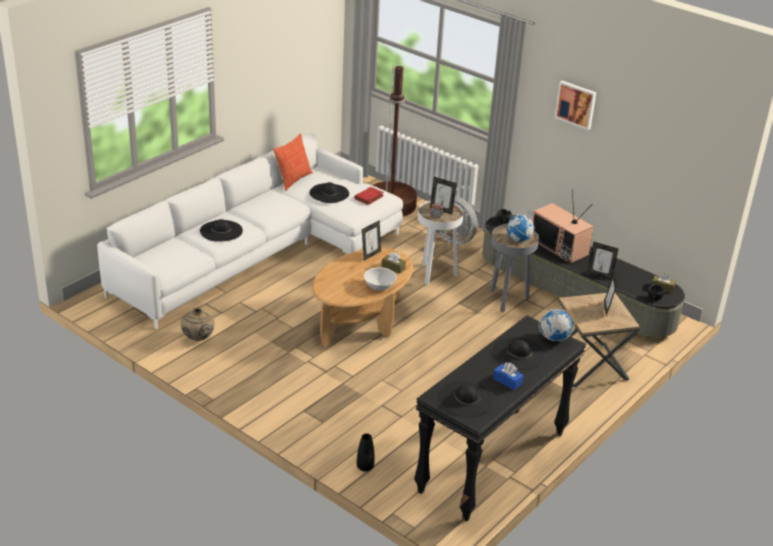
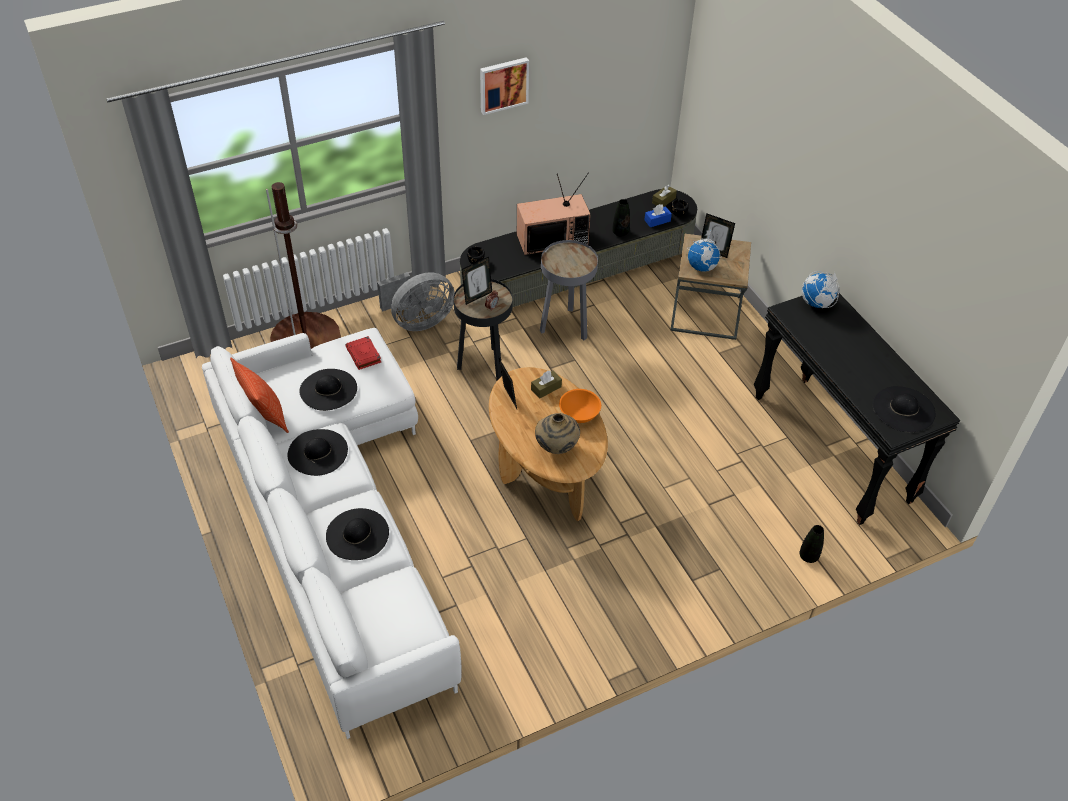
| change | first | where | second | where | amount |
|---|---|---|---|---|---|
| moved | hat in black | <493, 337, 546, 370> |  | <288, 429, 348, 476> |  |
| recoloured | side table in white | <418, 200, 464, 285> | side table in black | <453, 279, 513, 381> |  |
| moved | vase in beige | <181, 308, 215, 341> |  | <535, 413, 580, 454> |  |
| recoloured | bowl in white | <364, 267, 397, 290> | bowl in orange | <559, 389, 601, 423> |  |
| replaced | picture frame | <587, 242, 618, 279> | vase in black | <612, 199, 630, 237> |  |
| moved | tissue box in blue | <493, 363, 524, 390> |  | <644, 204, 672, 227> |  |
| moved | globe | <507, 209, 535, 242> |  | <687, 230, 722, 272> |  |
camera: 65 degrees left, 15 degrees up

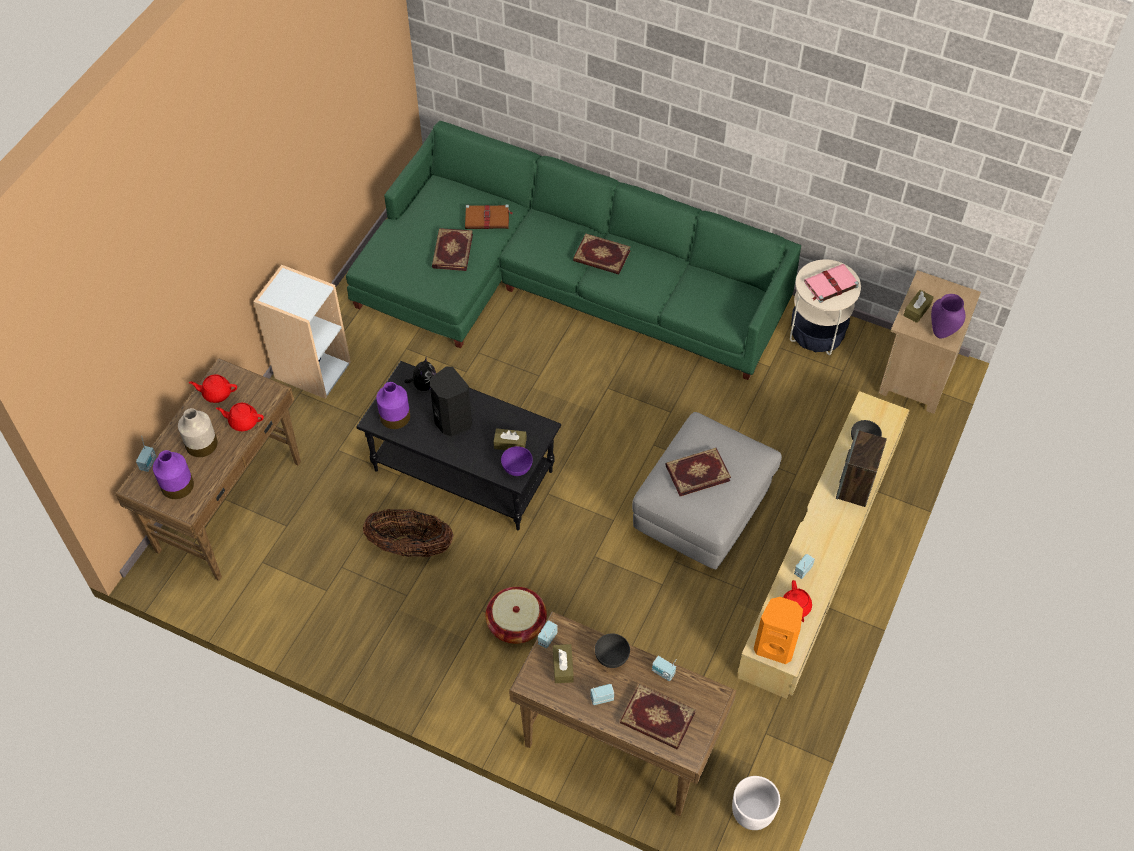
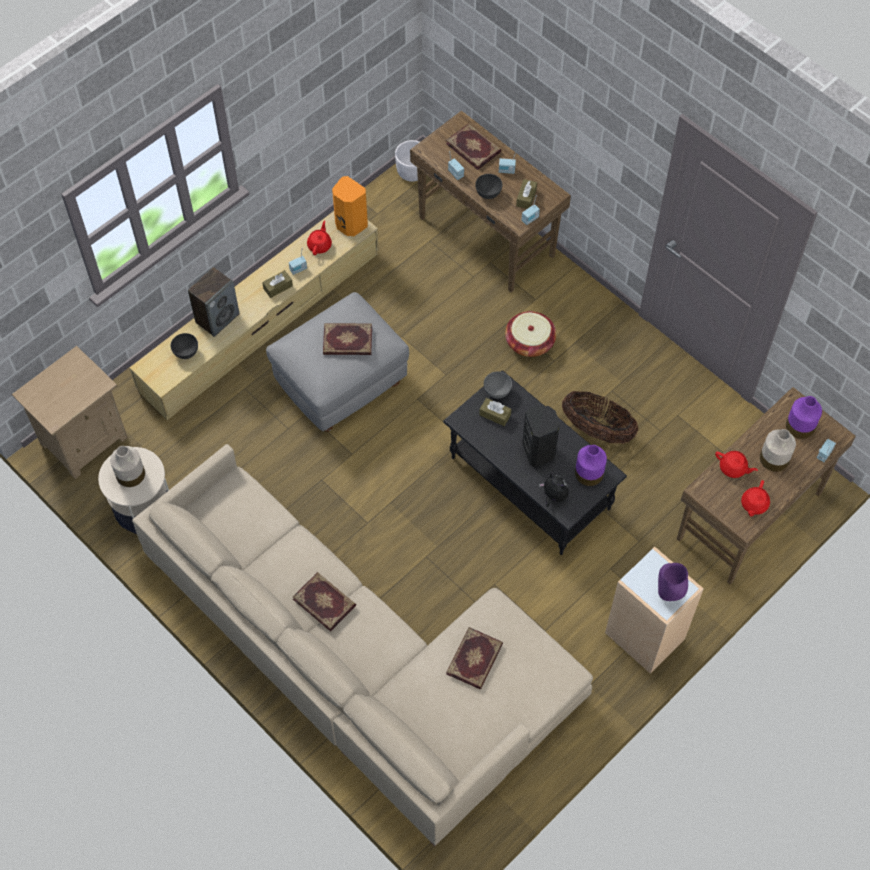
| change | first | where | second | where | amount |
|---|---|---|---|---|---|
| replaced | book in pink | <804, 264, 859, 303> | vase in beige | <110, 446, 145, 487> |  |
| recoloured | sofa in green | <346, 121, 801, 380> | sofa in beige | <132, 444, 593, 847> |  |
| moved | tissue box in brown | <903, 290, 934, 323> |  | <262, 270, 293, 298> |  |
| recoloured | bowl in purple | <501, 446, 533, 476> | bowl in grey | <484, 372, 512, 399> |  |
| turned | plush toy | <405, 356, 436, 391> |  | <539, 472, 569, 507> | 105 degrees clockwise |
| moved | vase in purple | <931, 294, 966, 339> |  | <658, 563, 688, 601> |  |
| turned | teapot in red | <189, 374, 237, 403> |  | <741, 480, 770, 517> | 90 degrees clockwise |
| removed | book in brown | <465, 205, 513, 229> |  |  |  |
camera: 160 degrees left, 5 degrees up

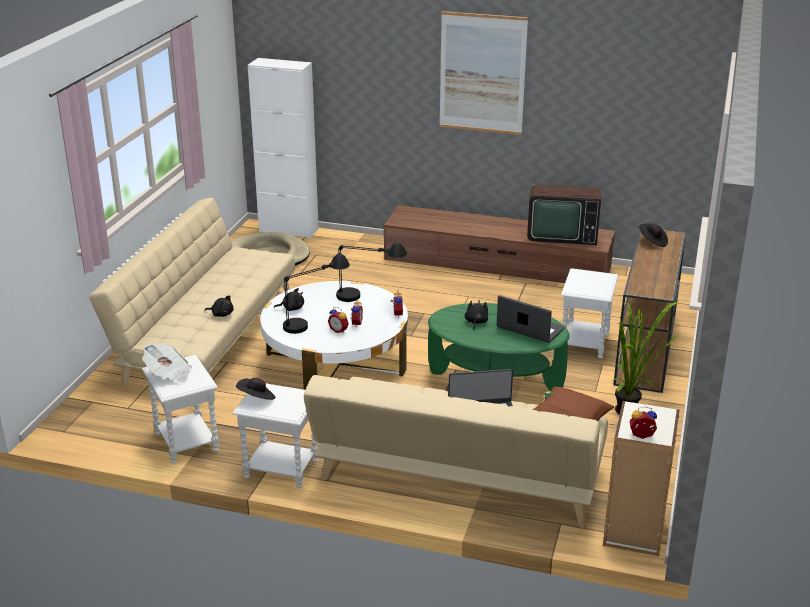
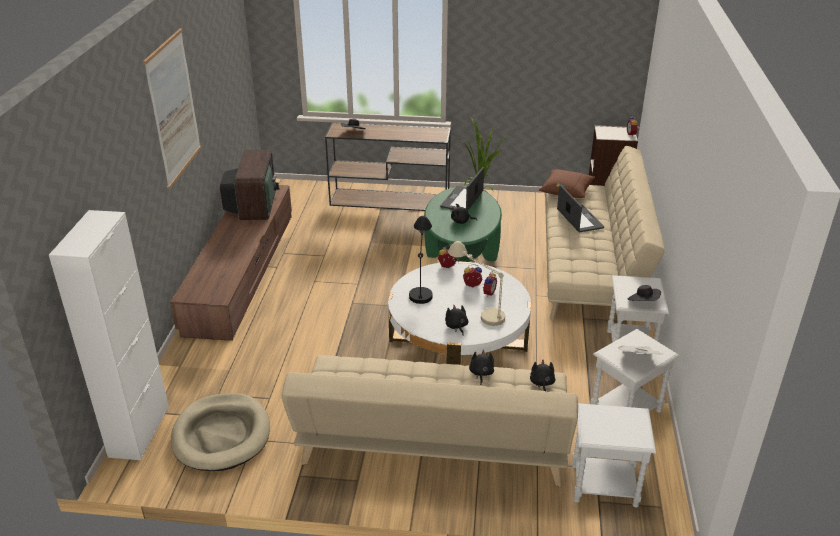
| change | first | where | second | where | amount |
|---|---|---|---|---|---|
| recoloured | table lamp in black | <283, 253, 350, 334> | table lamp in beige | <448, 241, 505, 326> |  |
| added |  |  | plush toy in black | <530, 360, 555, 391> |  |
| moved | side table in white | <561, 268, 619, 358> |  | <572, 403, 656, 507> |  |
camera: 100 degrees left, 5 degrees up

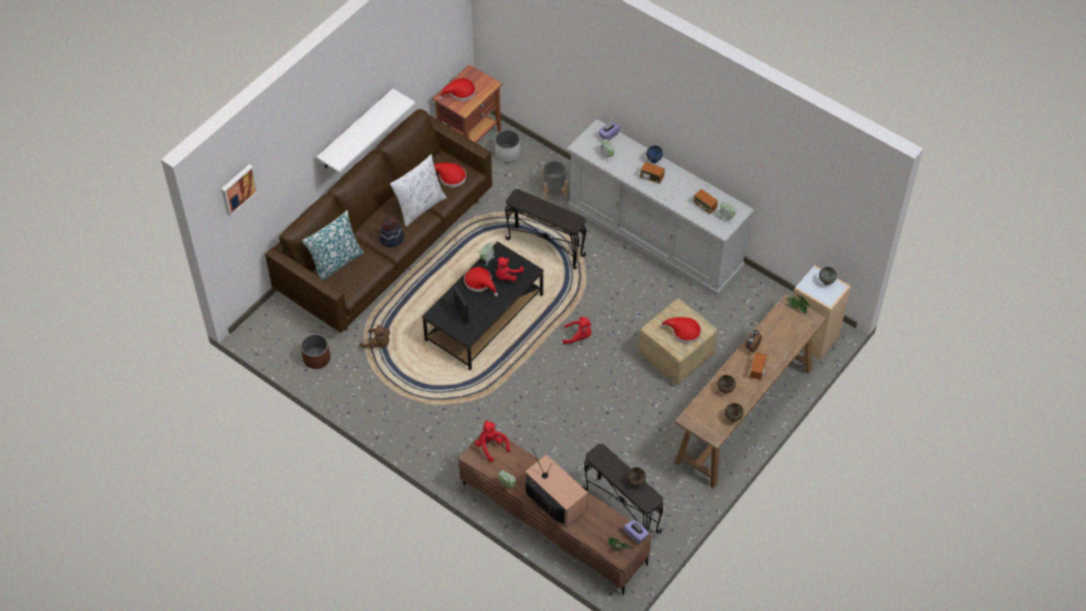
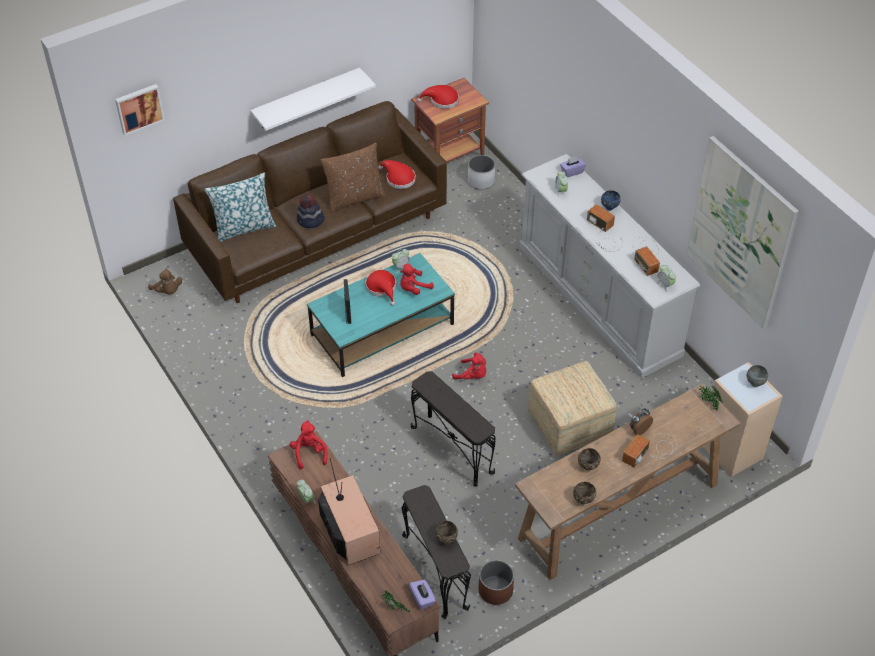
| change | first | where | second | where | amount |
|---|---|---|---|---|---|
| moved | plush toy in brown | <360, 325, 390, 348> |  | <148, 269, 182, 294> |  |
| recoloured | coffee table in black | <422, 241, 544, 370> | coffee table in turquoise | <307, 253, 455, 377> |  |
| recoloured | pillow in white | <390, 154, 447, 227> | pillow in brown | <320, 143, 386, 213> |  |
| moved | side table in black | <505, 189, 586, 269> |  | <411, 372, 496, 487> |  |
| moved | planter in brown | <301, 334, 330, 369> |  | <478, 560, 514, 605> |  |
| added |  |  | picture | <686, 136, 799, 329> |  |
| removed | planter in grey | <542, 161, 567, 200> |  |  |  |
| removed | hat in red | <660, 317, 701, 344> |  |  |  |
camera: 20 degrees right, 5 degrees down

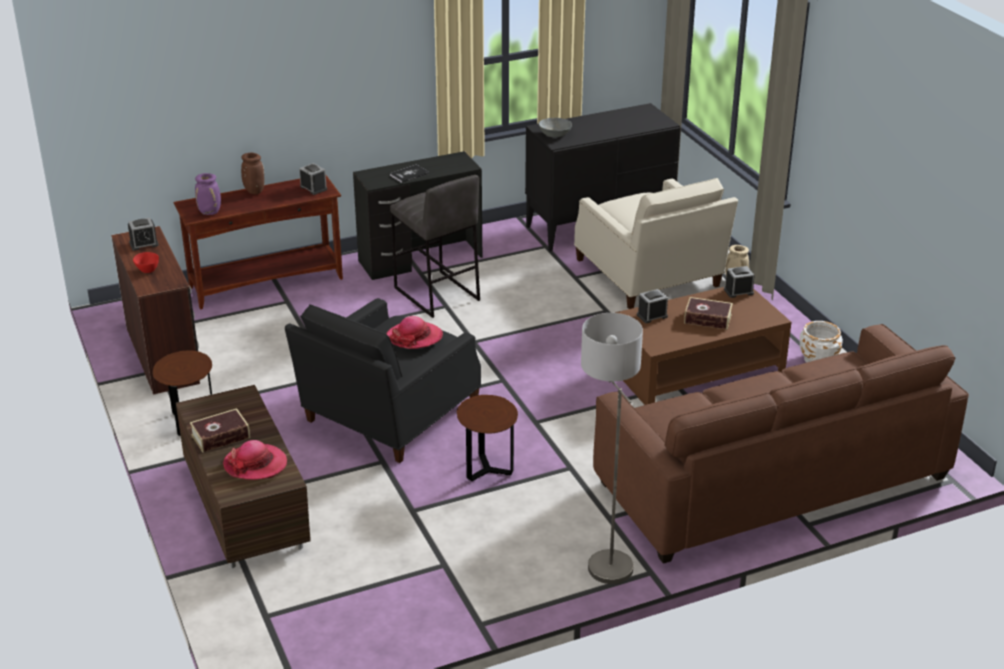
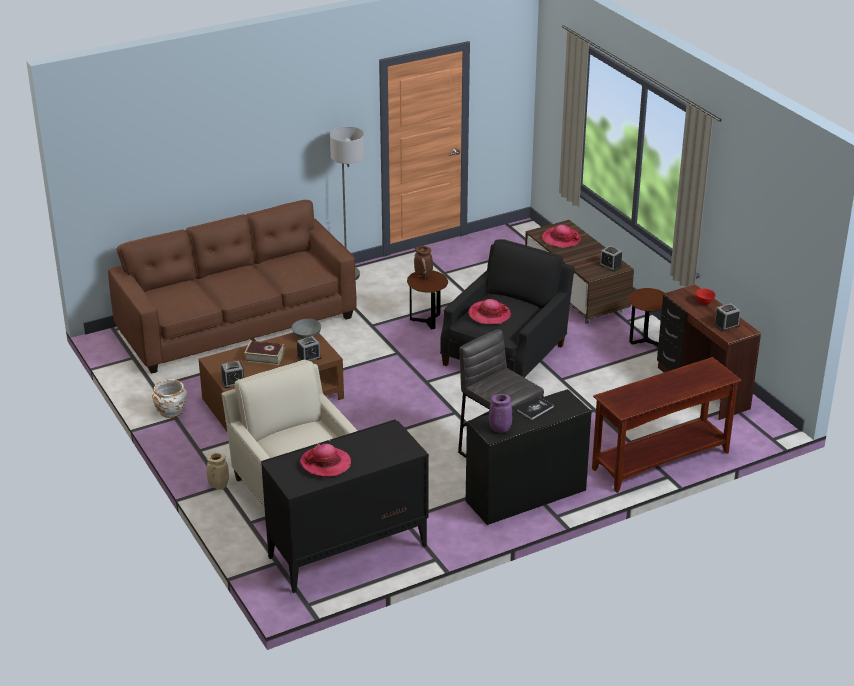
| change | first | where | second | where | amount |
|---|---|---|---|---|---|
| moved | bowl in grey | <539, 118, 572, 138> |  | <292, 319, 321, 339> |  |
| added |  |  | hat | <300, 444, 351, 477> |  |
| moved | vase in brown | <241, 153, 264, 194> |  | <414, 246, 433, 279> |  |
| moved | vase in purple | <195, 173, 221, 215> |  | <489, 394, 512, 433> |  |
| moved | alarm clock | <299, 163, 327, 195> |  | <599, 246, 622, 272> |  |
| removed | book | <190, 408, 250, 453> |  |  |  |
camera: 175 degrees right, 0 degrees up

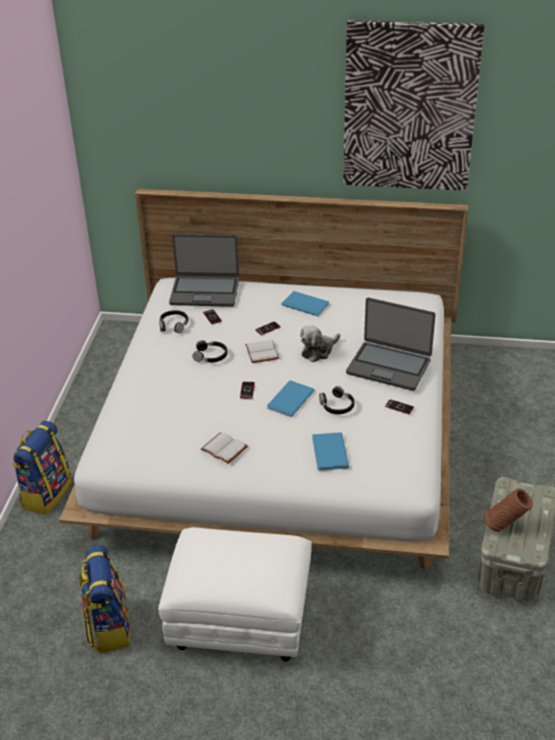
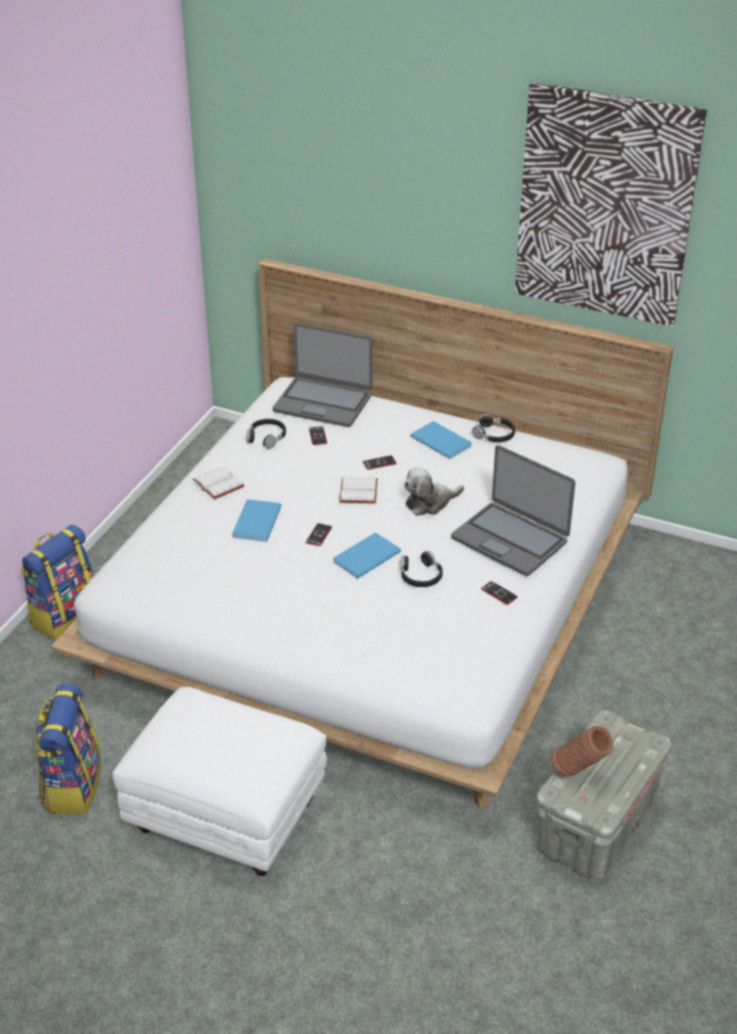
| change | first | where | second | where | amount |
|---|---|---|---|---|---|
| moved | book in white | <201, 432, 248, 464> |  | <193, 466, 245, 499> |  |
| moved | book in blue | <312, 432, 349, 471> |  | <232, 499, 282, 542> |  |
| moved | headphones in black | <192, 340, 227, 362> |  | <472, 414, 515, 442> |  |
camera: 15 degrees right, 0 degrees up

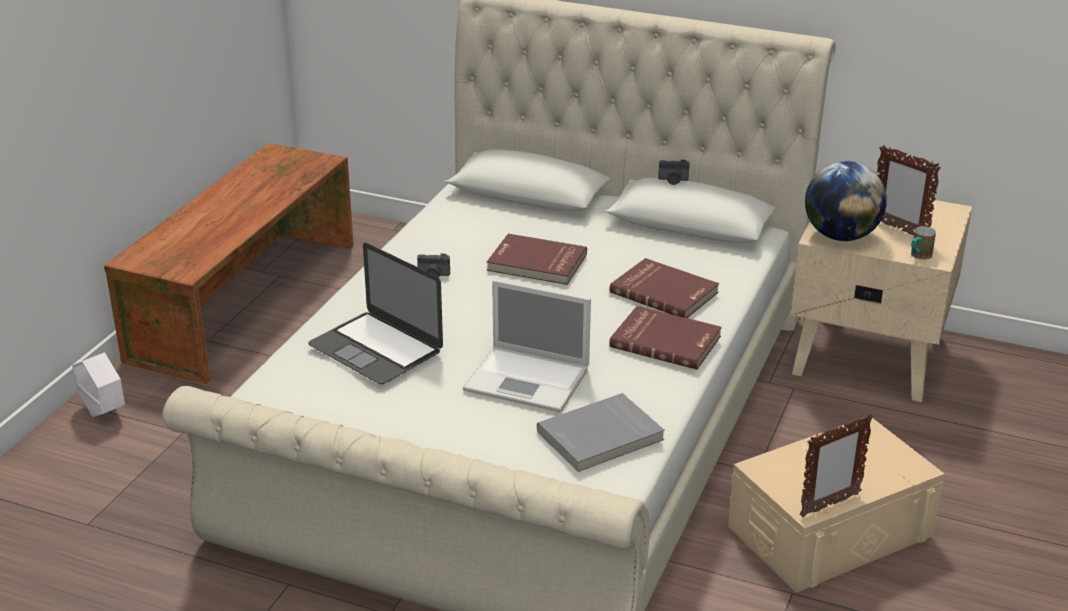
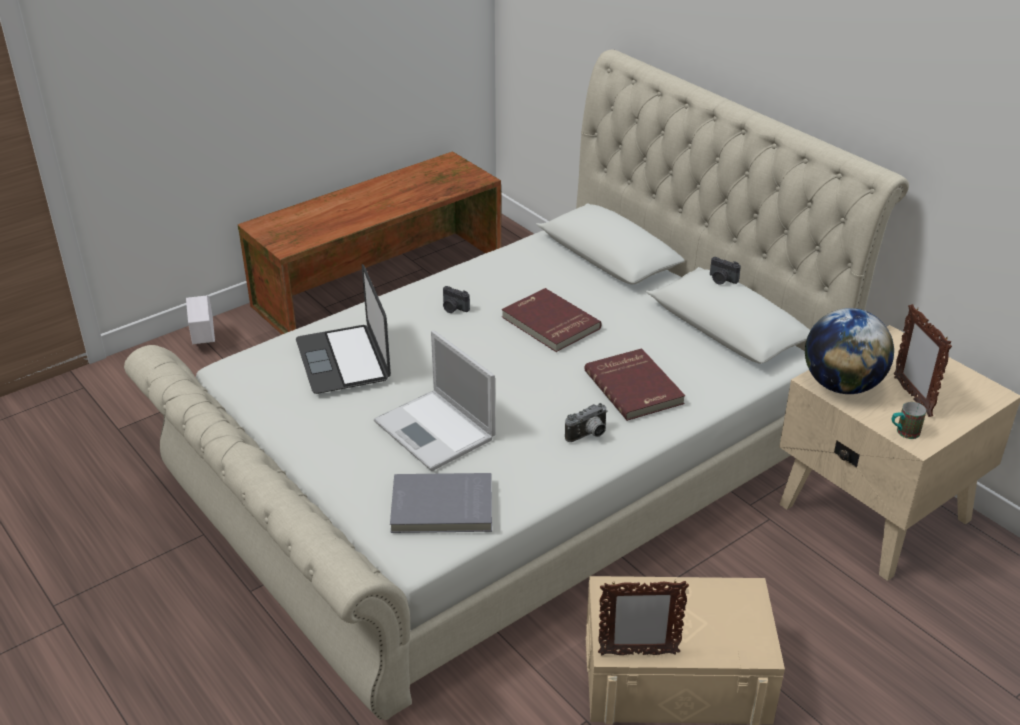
| change | first | where | second | where | amount |
|---|---|---|---|---|---|
| replaced | book in red | <609, 306, 722, 370> | photo camera | <565, 403, 608, 442> |  |
camera: 30 degrees right, 5 degrees up

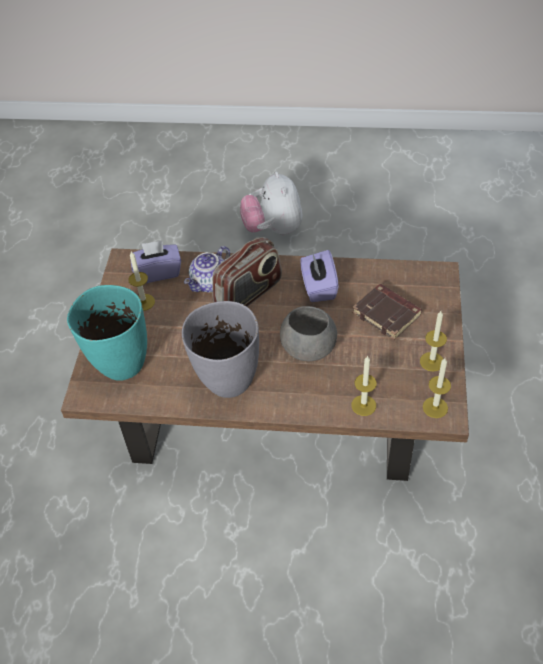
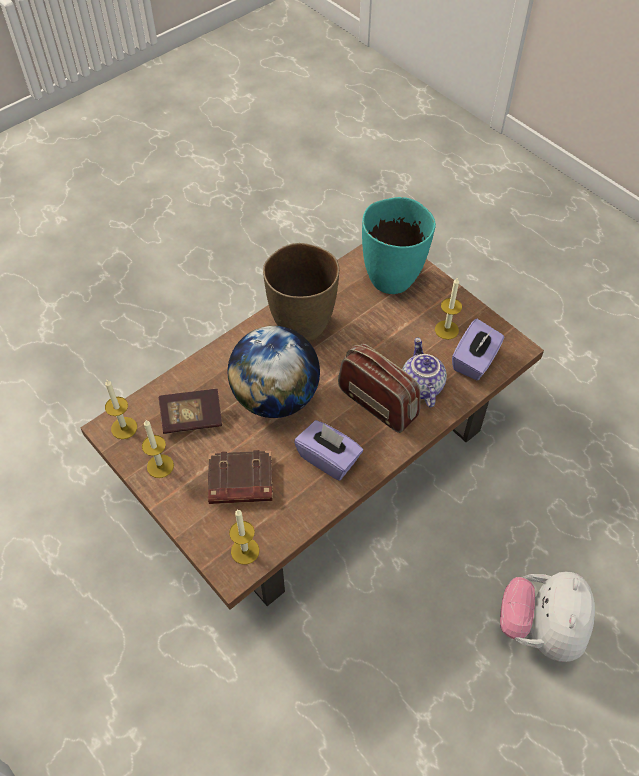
| change | first | where | second | where | amount |
|---|---|---|---|---|---|
| added |  |  | book | <159, 388, 222, 434> |  |
| replaced | bowl in grey | <280, 306, 337, 361> | globe | <228, 326, 320, 418> |  |
| moved | candle | <351, 356, 376, 416> |  | <229, 510, 260, 565> |  |
| recoloured | vase in grey | <182, 301, 259, 398> | vase in brown | <263, 243, 339, 342> |  |
| turned | radio | <212, 237, 282, 307> |  | <338, 344, 420, 433> | 135 degrees clockwise |
| turned | plush toy | <240, 171, 303, 235> |  | <500, 571, 595, 662> | 105 degrees counterclockwise |
camera: 130 degrees right, 5 degrees up

